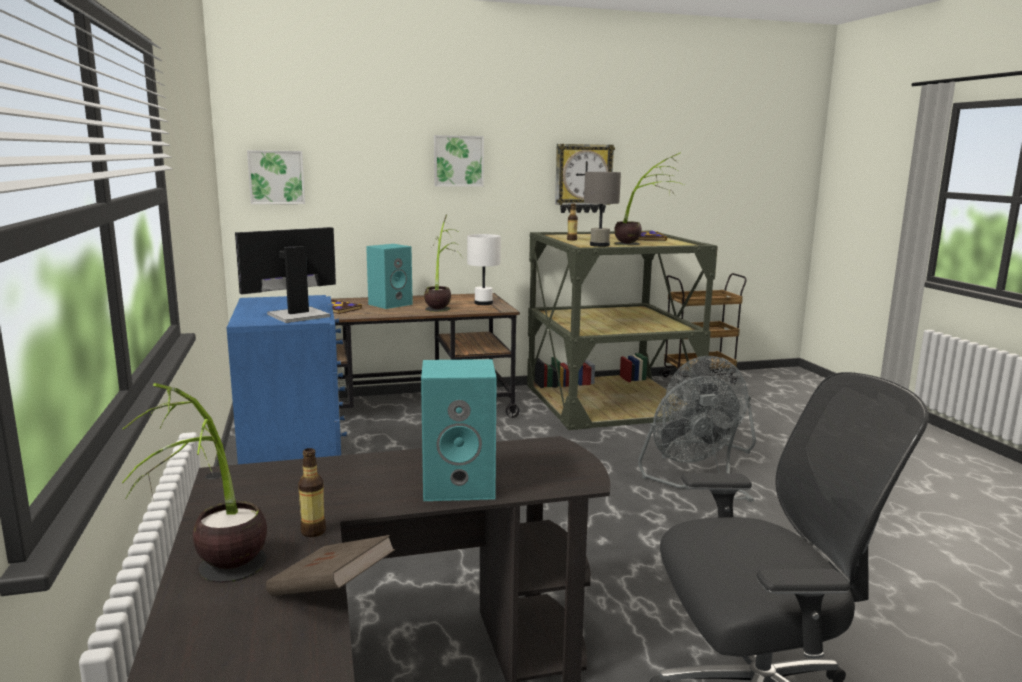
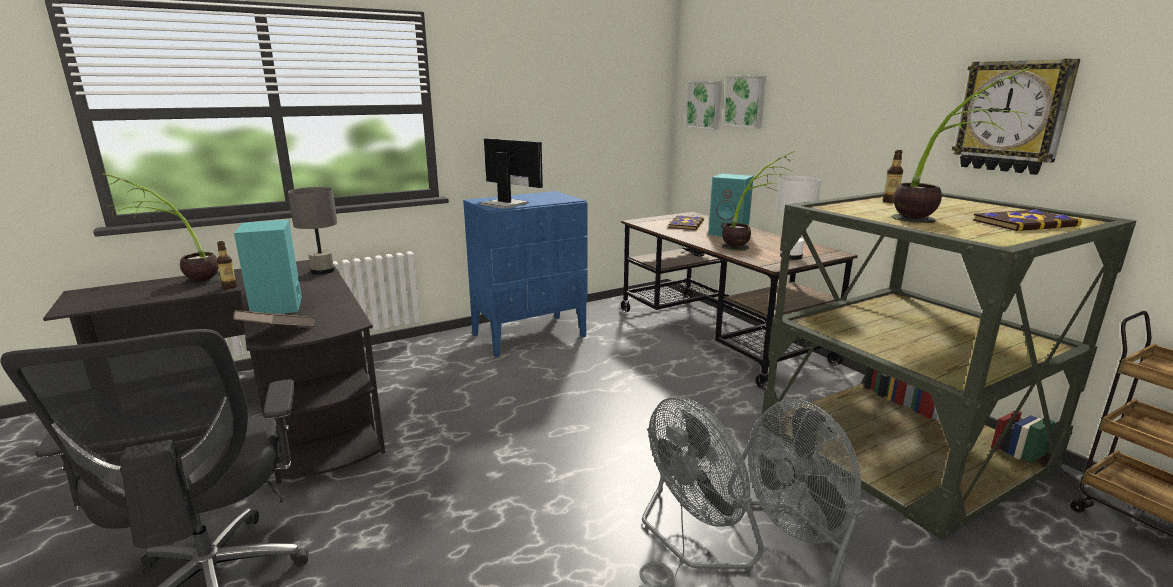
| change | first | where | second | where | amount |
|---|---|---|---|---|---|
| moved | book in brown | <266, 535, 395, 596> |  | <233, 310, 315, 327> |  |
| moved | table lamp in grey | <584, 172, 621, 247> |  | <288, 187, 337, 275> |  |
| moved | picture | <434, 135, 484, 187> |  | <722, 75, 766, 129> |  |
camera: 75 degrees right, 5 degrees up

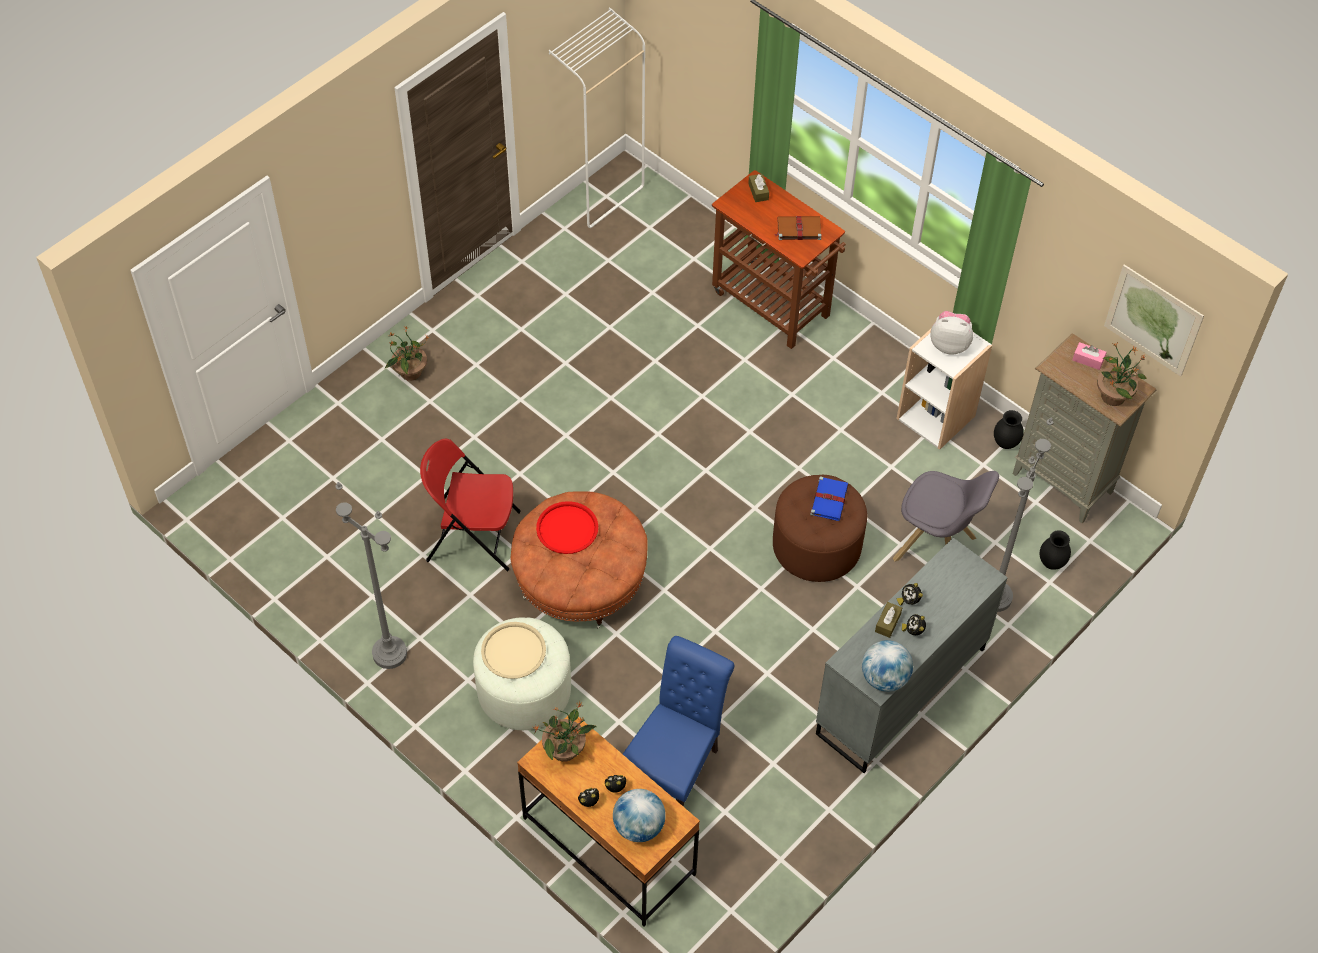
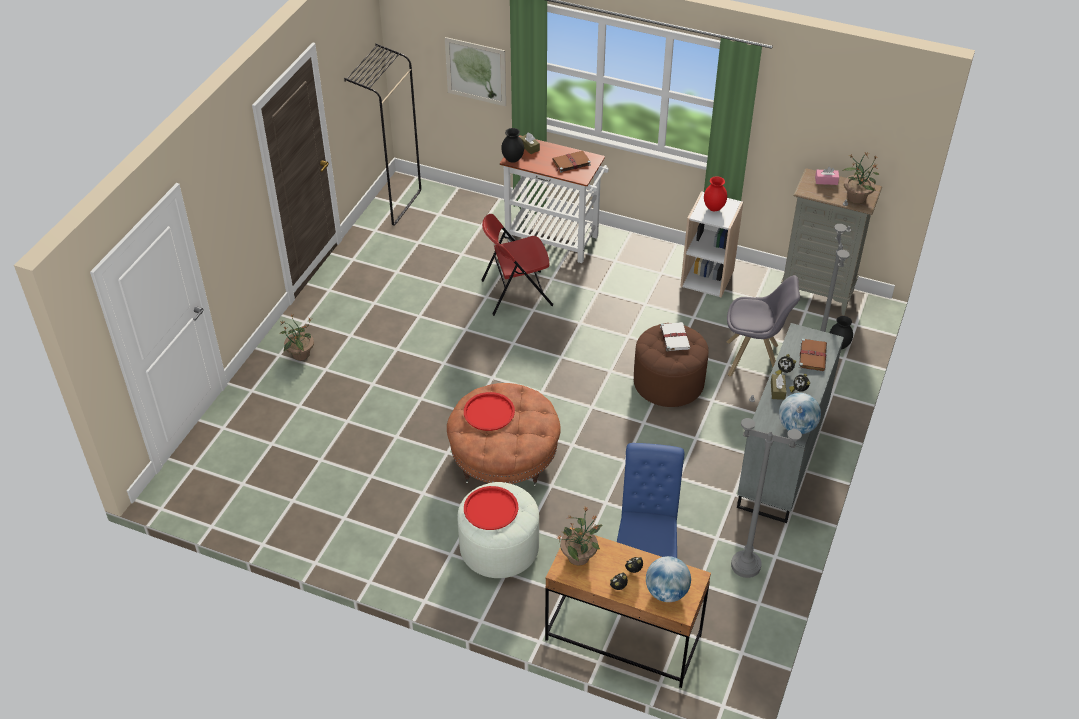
| change | first | where | second | where | amount |
|---|---|---|---|---|---|
| recoloured | clothes rack in white | <549, 7, 645, 228> | clothes rack in black | <344, 44, 421, 226> |  |
| moved | picture | <1104, 265, 1204, 377> |  | <445, 37, 506, 107> |  |
| recoloured | tray in beige | <481, 622, 546, 679> | tray in red | <464, 486, 518, 530> |  |
| moved | chair in red | <420, 439, 521, 571> |  | <481, 214, 553, 316> |  |
| recoloured | cart in brown | <712, 170, 846, 349> | cart in white | <500, 135, 609, 263> |  |
| moved | vase in black | <994, 410, 1024, 449> |  | <501, 128, 524, 163> |  |
| recoloured | book in blue | <810, 476, 849, 521> | book in white | <660, 322, 690, 351> |  |
| replaced | plush toy | <930, 311, 973, 355> | vase in red | <704, 176, 727, 211> |  |
| moved | floor lamp in grey | <335, 482, 407, 669> |  | <731, 395, 803, 578> |  |
| added |  |  | book in brown | <799, 338, 827, 371> |  |
camera: 20 degrees left, 10 degrees down

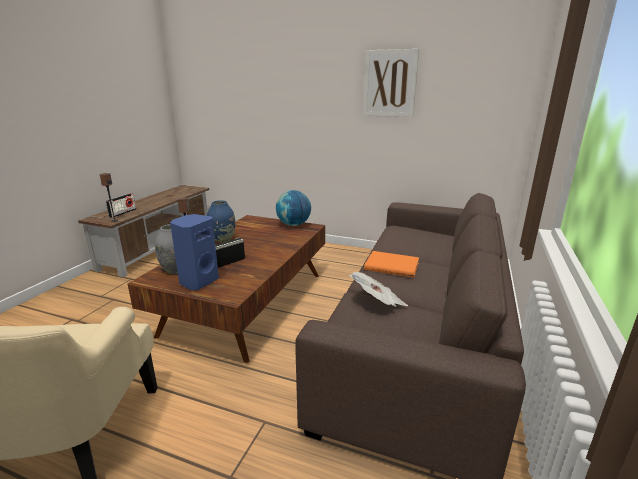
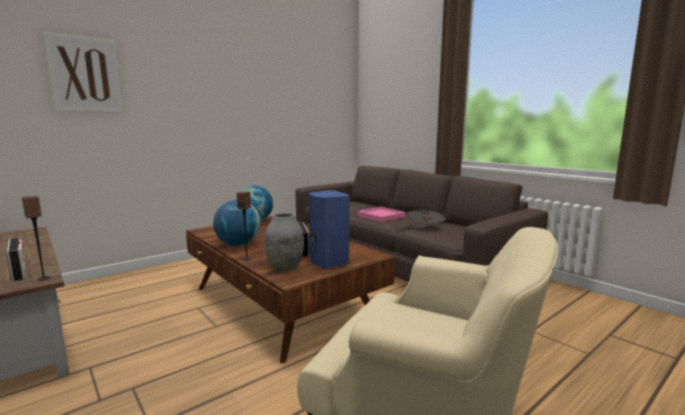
| change | first | where | second | where | amount |
|---|---|---|---|---|---|
| moved | picture | <363, 49, 419, 117> |  | <43, 32, 123, 112> |  |
| replaced | vase in blue | <207, 200, 236, 242> | globe | <213, 200, 261, 246> |  |
| replaced | book in orange | <364, 251, 419, 278> | tray in pink | <358, 207, 405, 222> |  |
camera: 60 degrees left, 10 degrees down

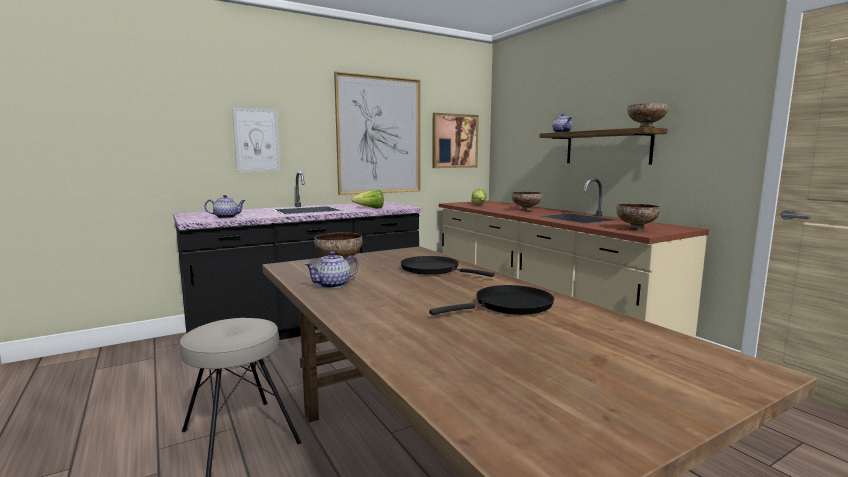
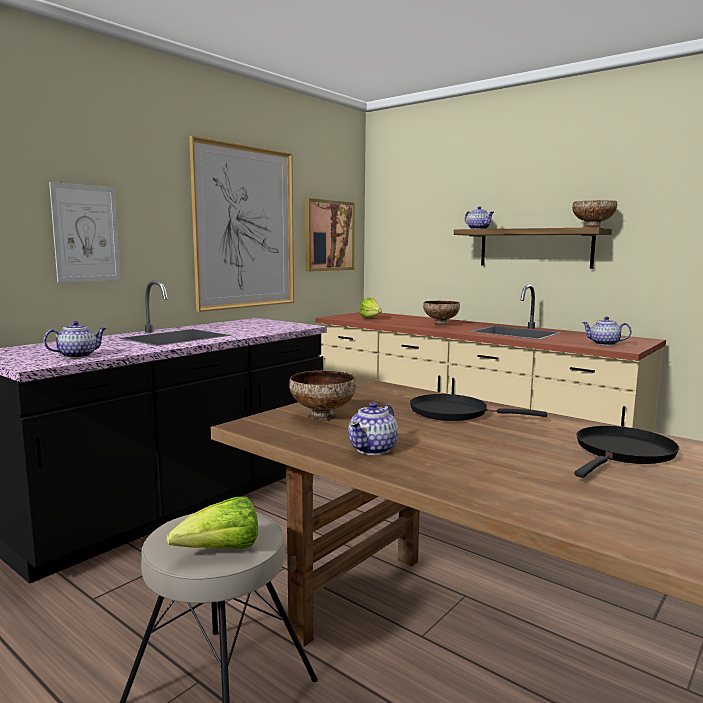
| change | first | where | second | where | amount |
|---|---|---|---|---|---|
| moved | lettuce | <352, 189, 384, 209> |  | <167, 497, 258, 549> |  |
| replaced | bowl | <616, 204, 660, 231> | teapot | <582, 316, 632, 345> |  |
camera: 20 degrees left, 0 degrees up

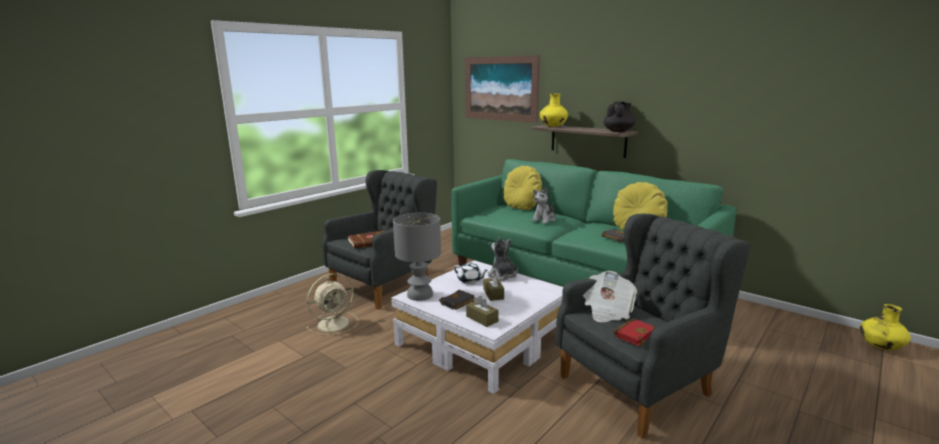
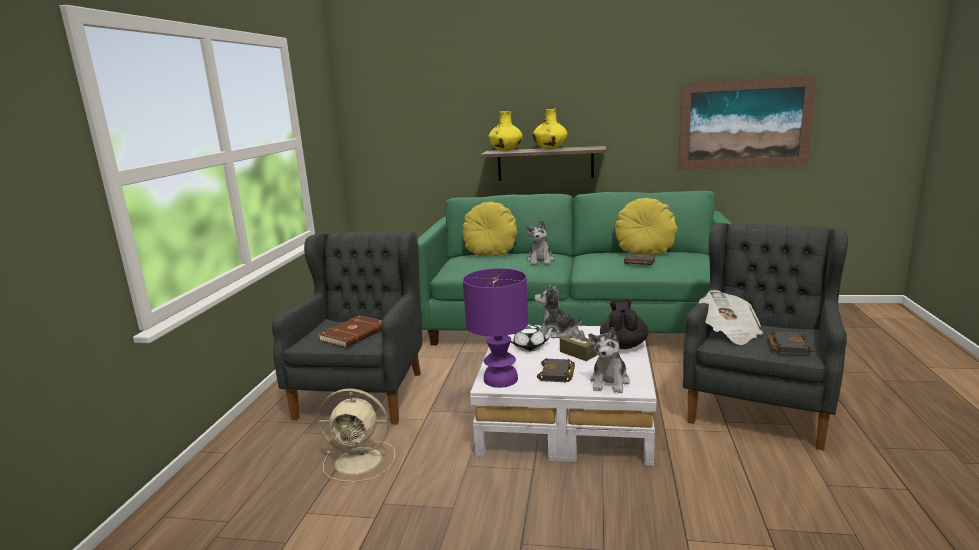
| change | first | where | second | where | amount |
|---|---|---|---|---|---|
| turned | fan in beige | <306, 273, 358, 336> |  | <318, 389, 395, 482> | 75 degrees clockwise |
| recoloured | table lamp in grey | <393, 213, 441, 301> | table lamp in purple | <463, 268, 528, 388> |  |
| moved | vase in yellow | <860, 304, 911, 350> |  | <532, 109, 568, 150> |  |
| replaced | tissue box in brown | <466, 296, 499, 327> | plush toy | <589, 327, 630, 393> |  |
| moved | teapot in black | <603, 101, 635, 132> |  | <600, 299, 649, 349> |  |
| moved | picture | <465, 55, 540, 123> |  | <678, 76, 817, 170> |  |
| recoloured | book in red | <613, 319, 656, 346> | book in black | <767, 331, 813, 355> |  |
camera: 30 degrees left, 0 degrees up

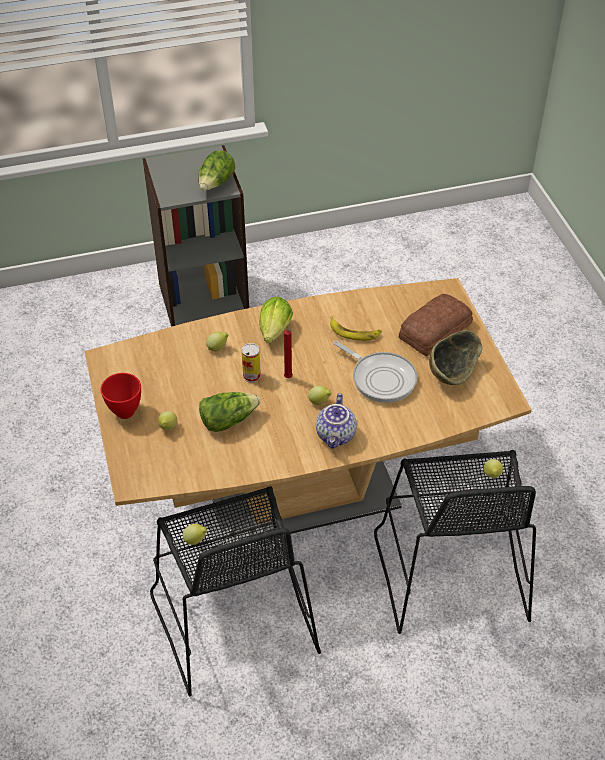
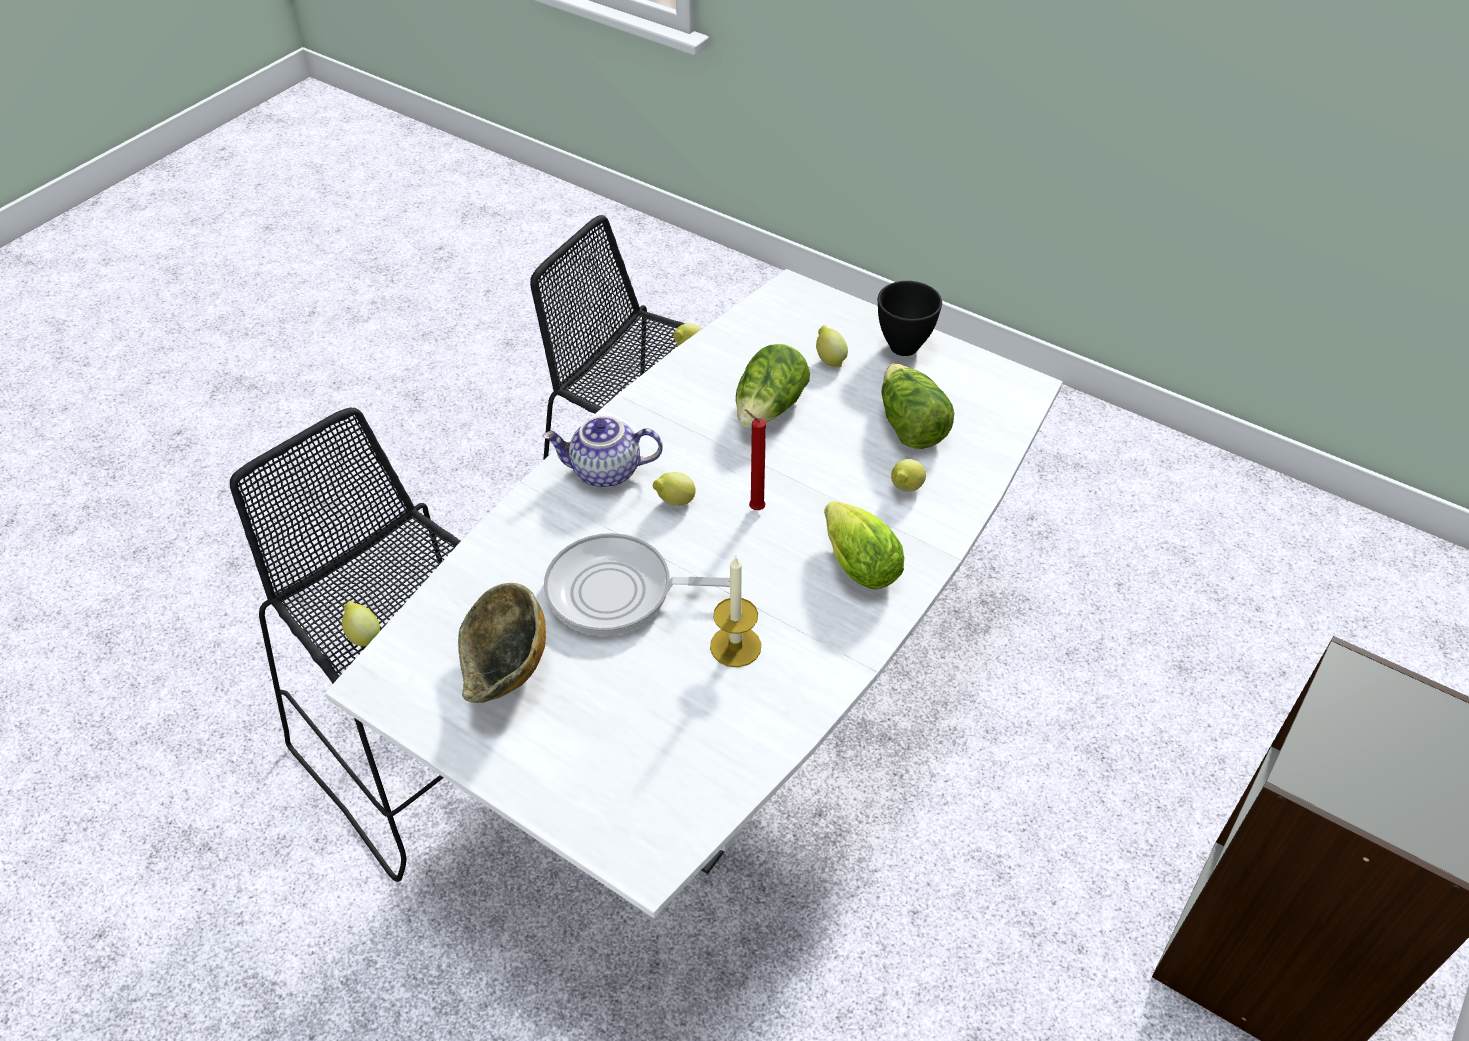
| change | first | where | second | where | amount |
|---|---|---|---|---|---|
| recoloured | dining table in brown | <84, 278, 532, 544> | dining table in white | <325, 269, 1063, 918> |  |
| turned | teapot | <316, 393, 357, 449> |  | <542, 416, 663, 488> | 60 degrees counterclockwise |
| replaced | banana | <330, 316, 382, 341> | candle | <710, 555, 761, 667> |  |
| recoloured | bowl in red | <101, 373, 141, 419> | bowl in black | <878, 281, 942, 356> |  |
| moved | lettuce | <198, 150, 235, 191> |  | <882, 363, 954, 449> |  |
| removed | can | <241, 343, 261, 383> |  |  |  |
| removed | bread | <399, 294, 473, 357> |  |  |  |
camera: 140 degrees right, 0 degrees up

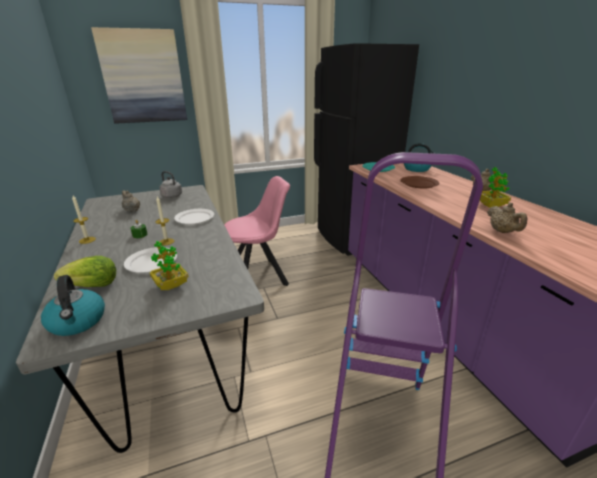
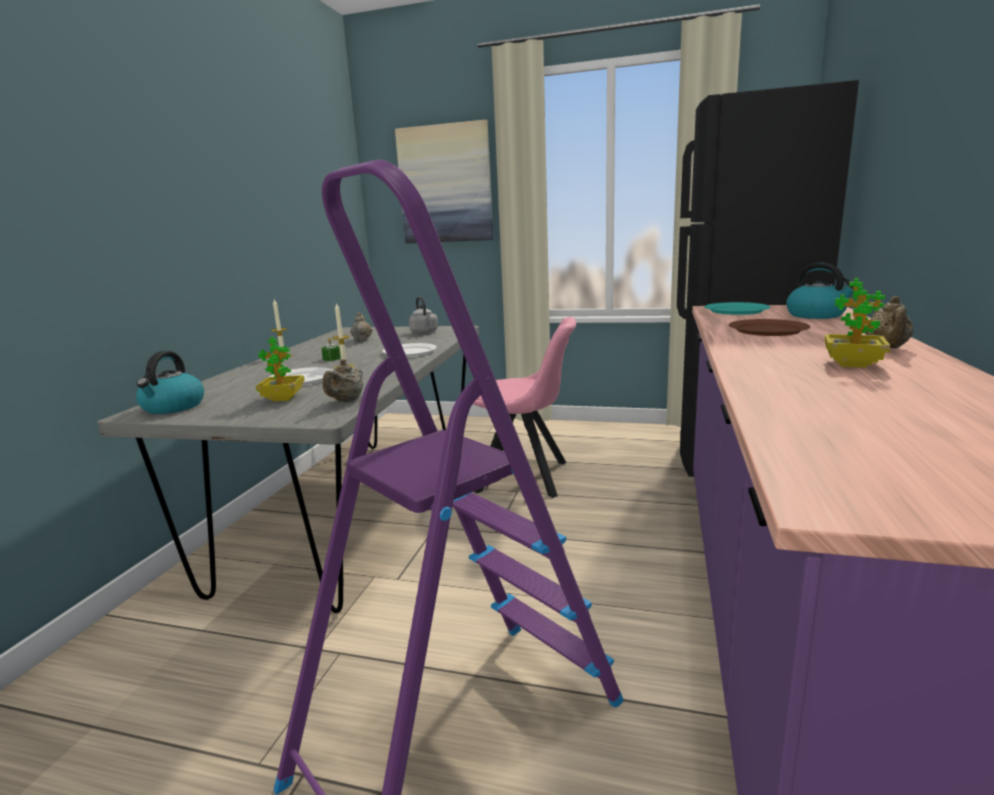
| change | first | where | second | where | amount |
|---|---|---|---|---|---|
| moved | teapot in beige | <487, 202, 528, 233> |  | <323, 359, 363, 402> |  |
| removed | lettuce | <54, 256, 116, 287> |  |  |  |
camera: 35 degrees right, 10 degrees down

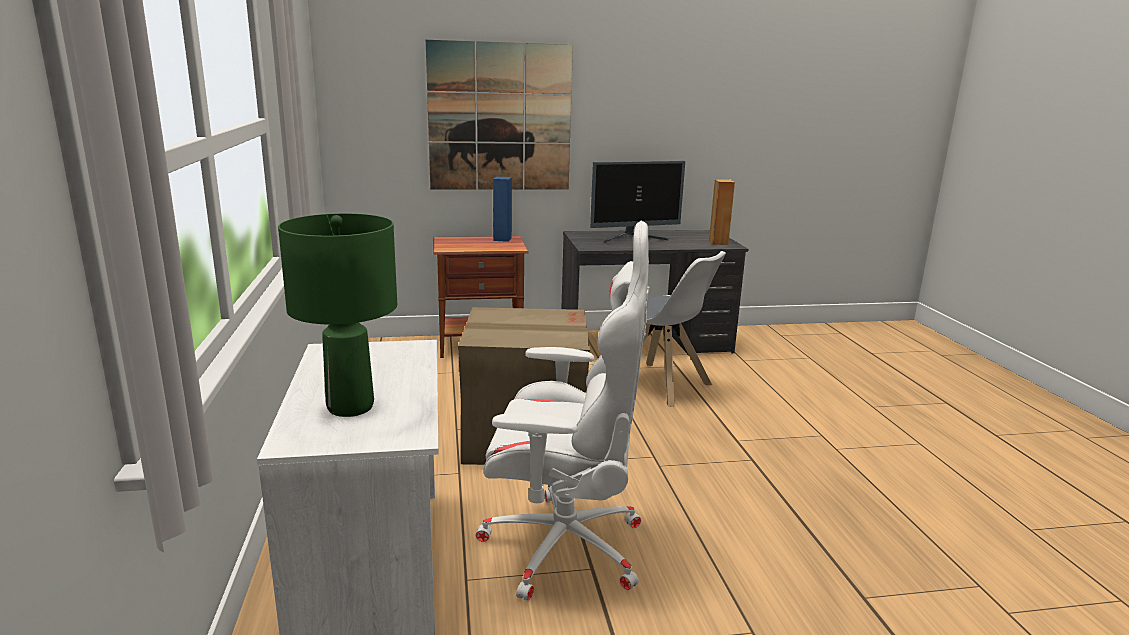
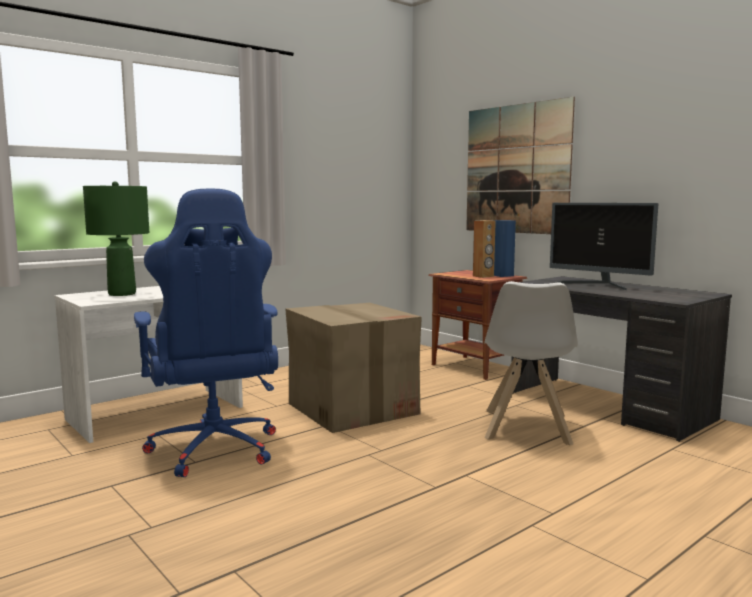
| change | first | where | second | where | amount |
|---|---|---|---|---|---|
| recoloured | office chair in white | <476, 220, 650, 601> | office chair in blue | <134, 189, 278, 477> |  |
| moved | speaker in brown | <709, 179, 735, 245> |  | <473, 220, 496, 278> |  |
camera: 60 degrees right, 10 degrees down

